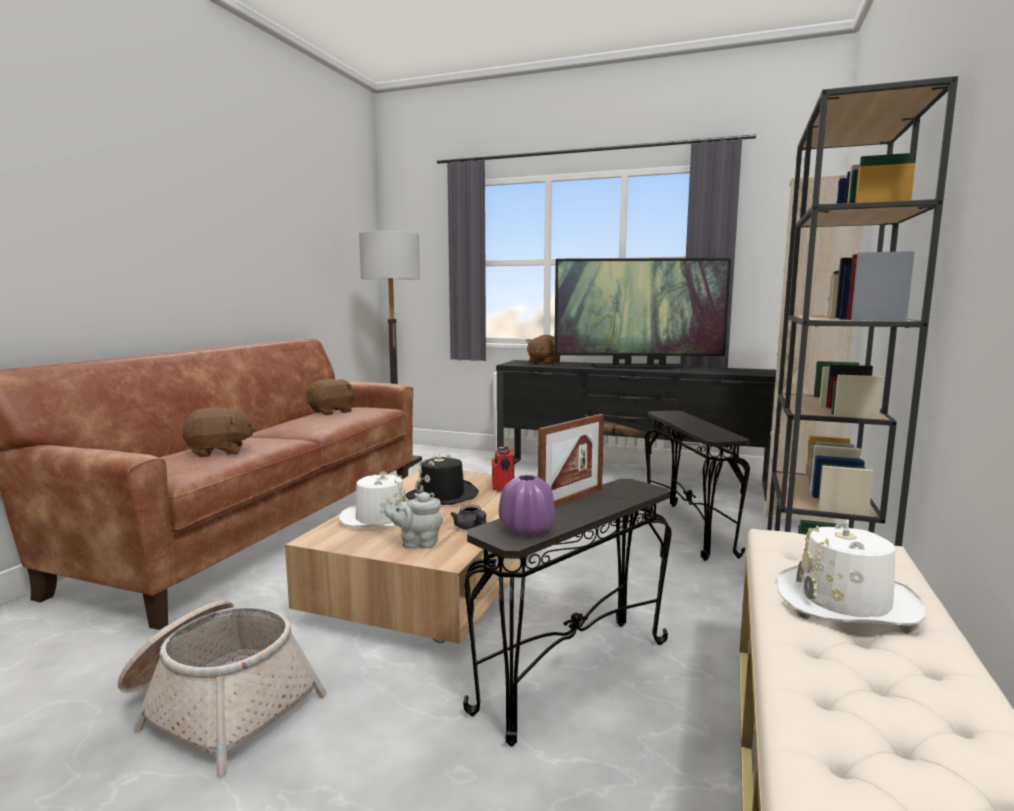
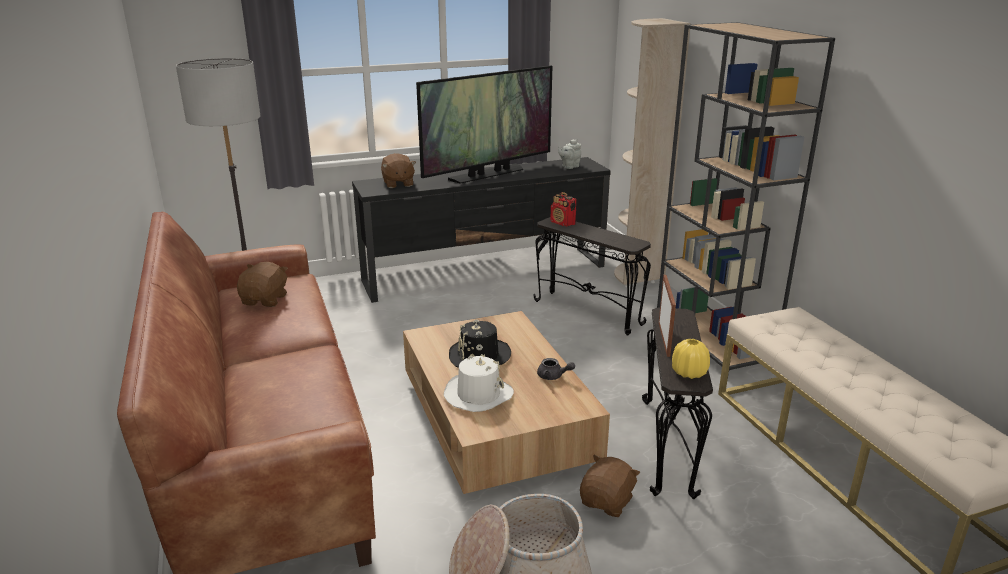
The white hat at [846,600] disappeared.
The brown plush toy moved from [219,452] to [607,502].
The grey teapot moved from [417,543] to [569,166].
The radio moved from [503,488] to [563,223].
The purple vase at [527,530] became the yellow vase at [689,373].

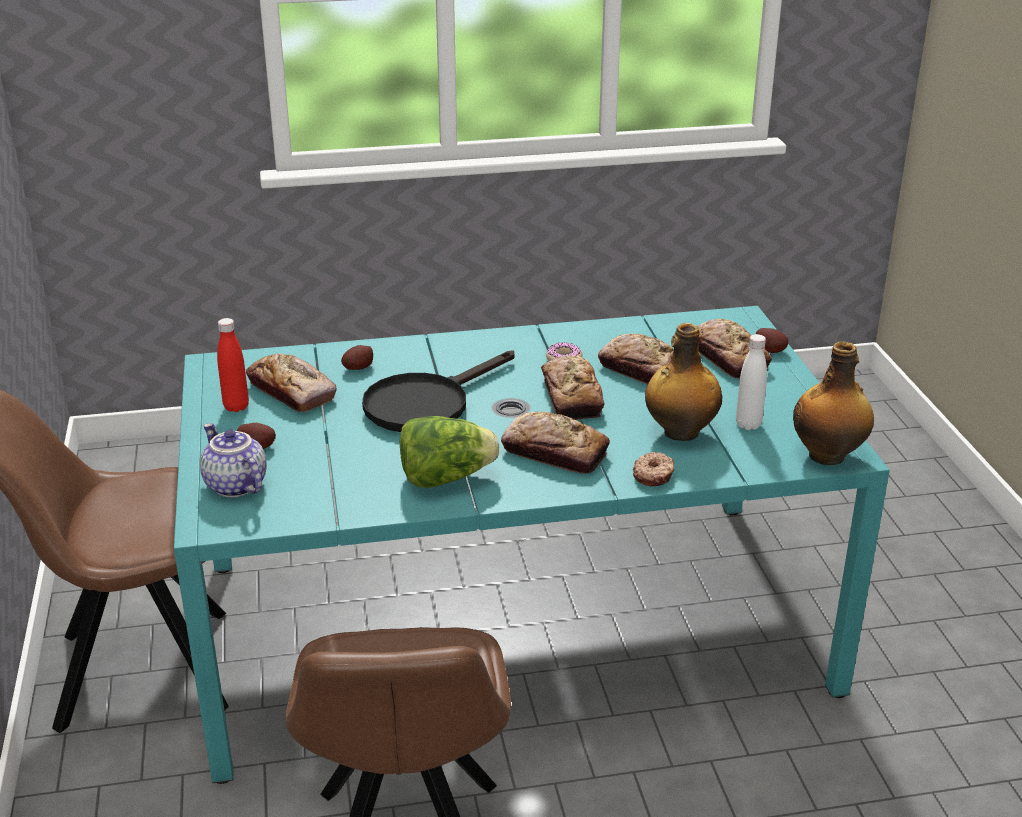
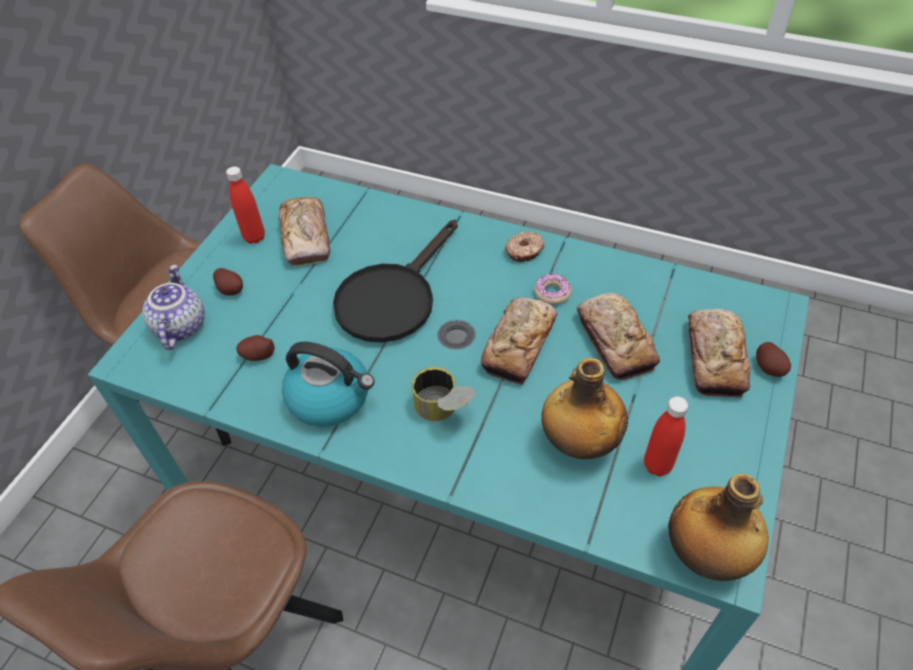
The potato moved from [358,368] to [258,355].
The donut moved from [654,475] to [525,251].
The lettuce at [445,478] was replaced by the kettle at [331,397].
The bread at [554,452] was replaced by the can at [444,411].
The white bottle at [748,424] became the red bottle at [657,465].
The black frying pan at [426,403] turned 45 degrees counterclockwise.

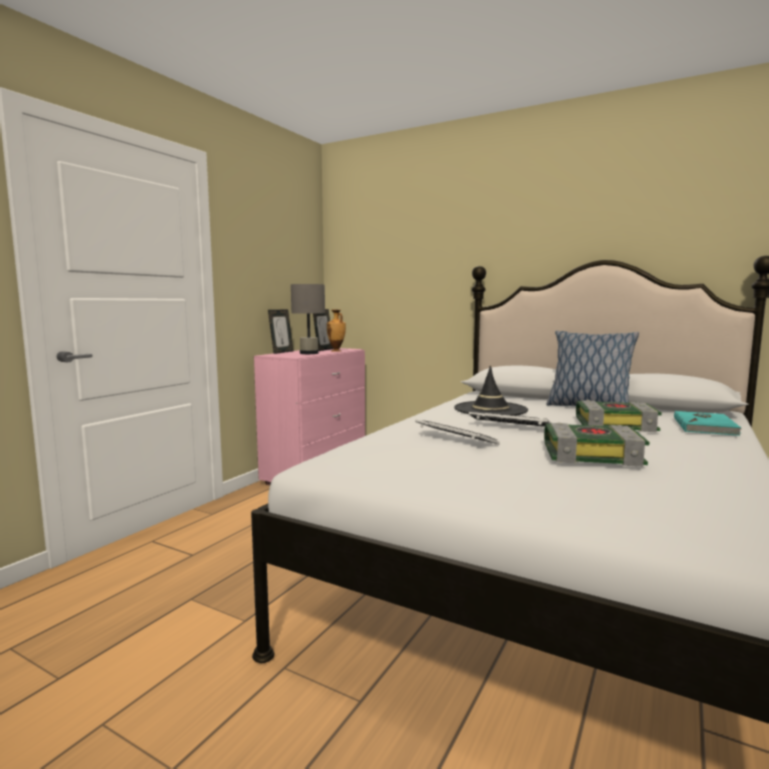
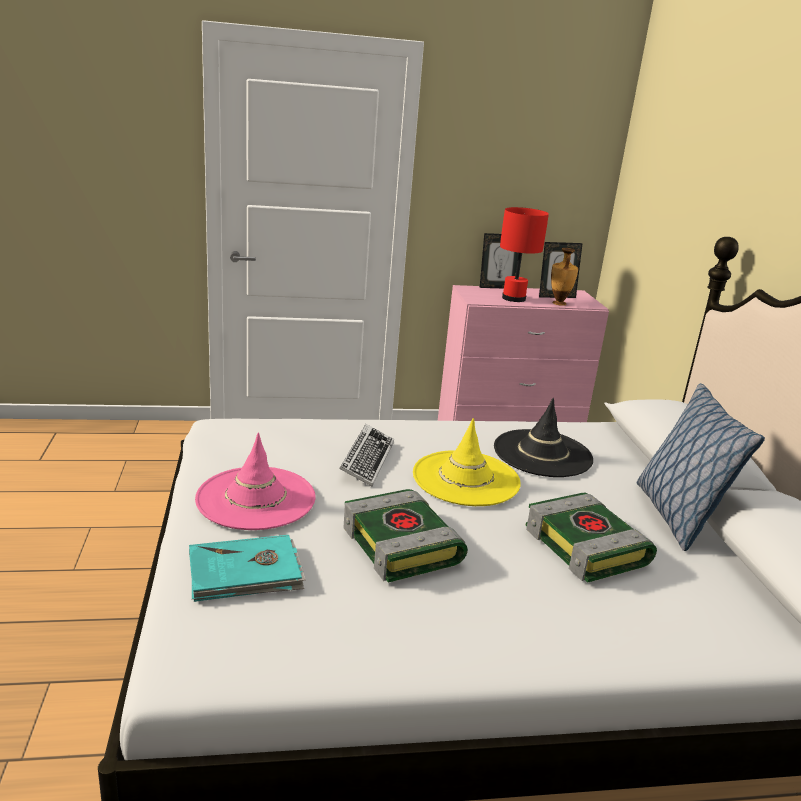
The pink hat at [255,498] appeared.
The turquoise book moved from [706,426] to [245,573].
The keyboard at [509,426] was replaced by the yellow hat at [466,478].
The grey table lamp at [308,353] became the red table lamp at [513,298].

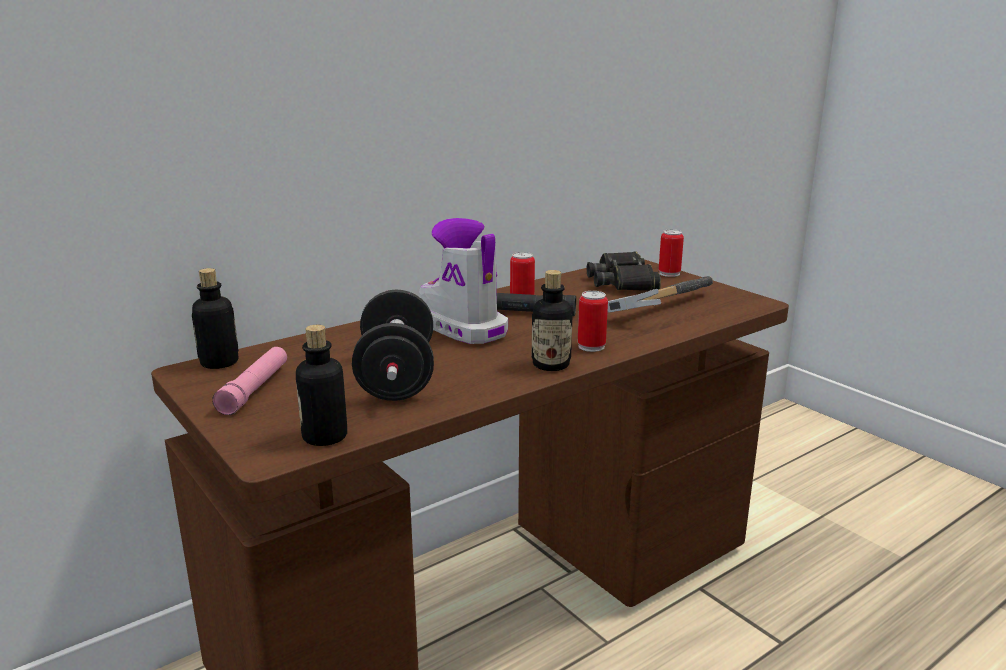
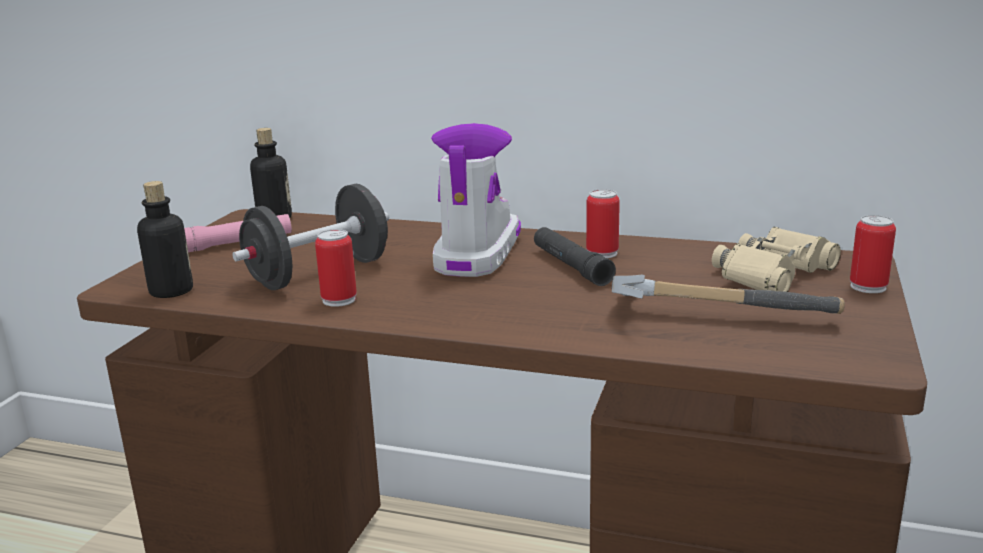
The bottle at [551,365] disappeared.
The can moved from [591,346] to [339,299].
The black binoculars at [623,281] became the beige binoculars at [773,274].

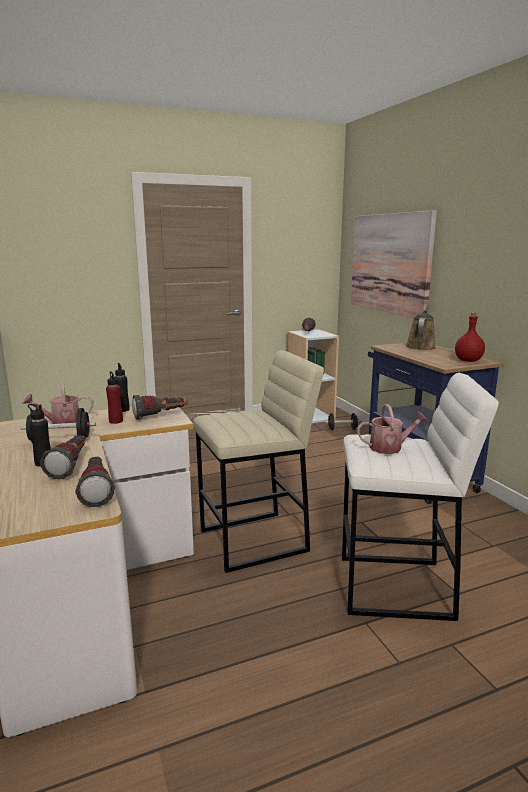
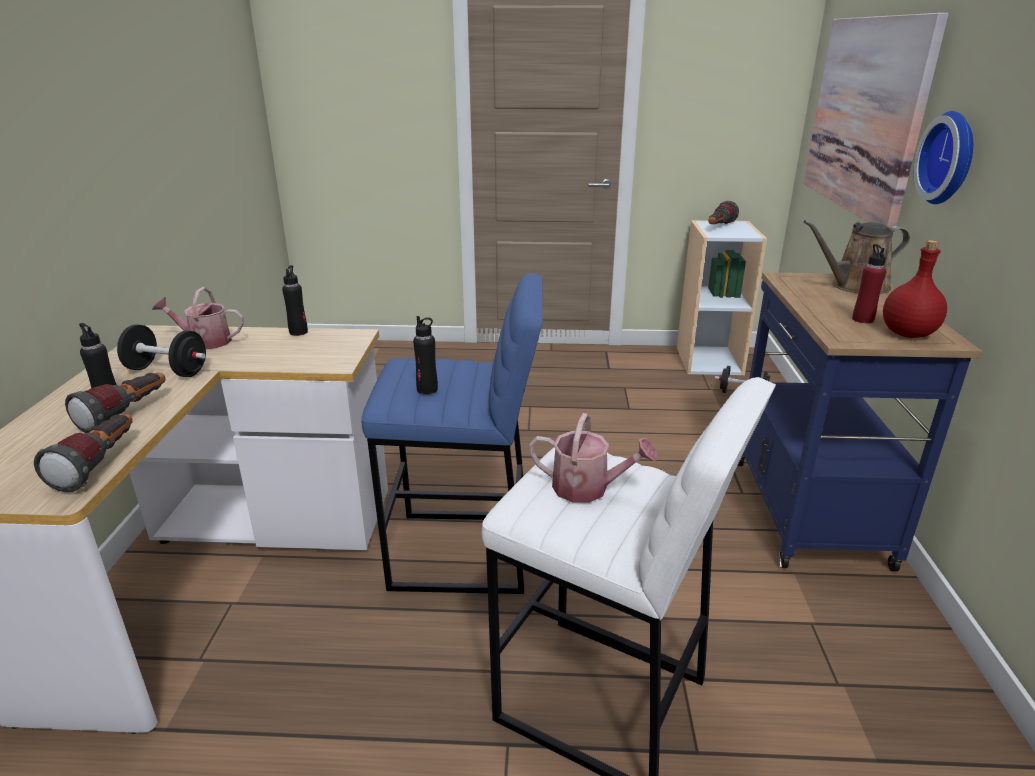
The flashlight at [160,416] disappeared.
The black bottle at [427,389] appeared.
The wall clock at [951,158] appeared.
The red bottle moved from [116,421] to [862,319].
The beige stool at [256,540] became the blue stool at [466,551].
The brown watering can at [420,346] turned 150 degrees counterclockwise.

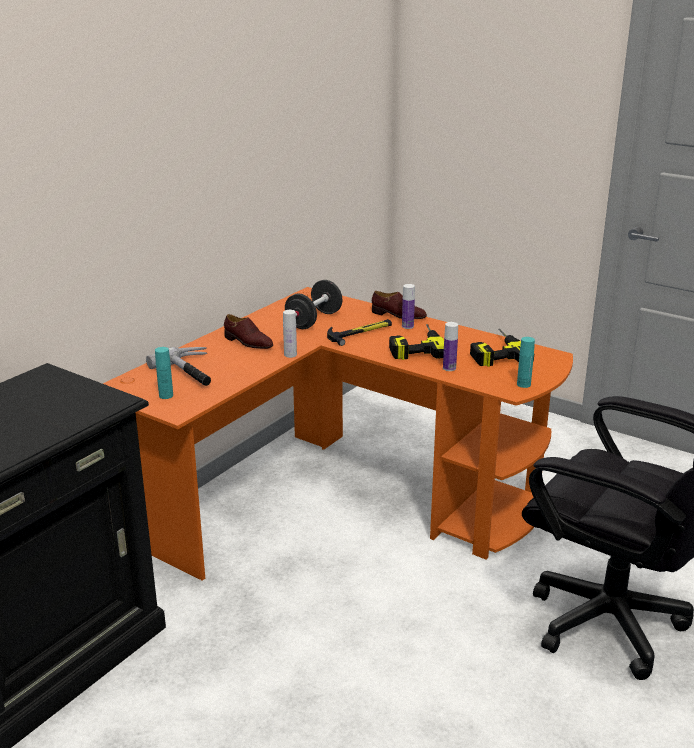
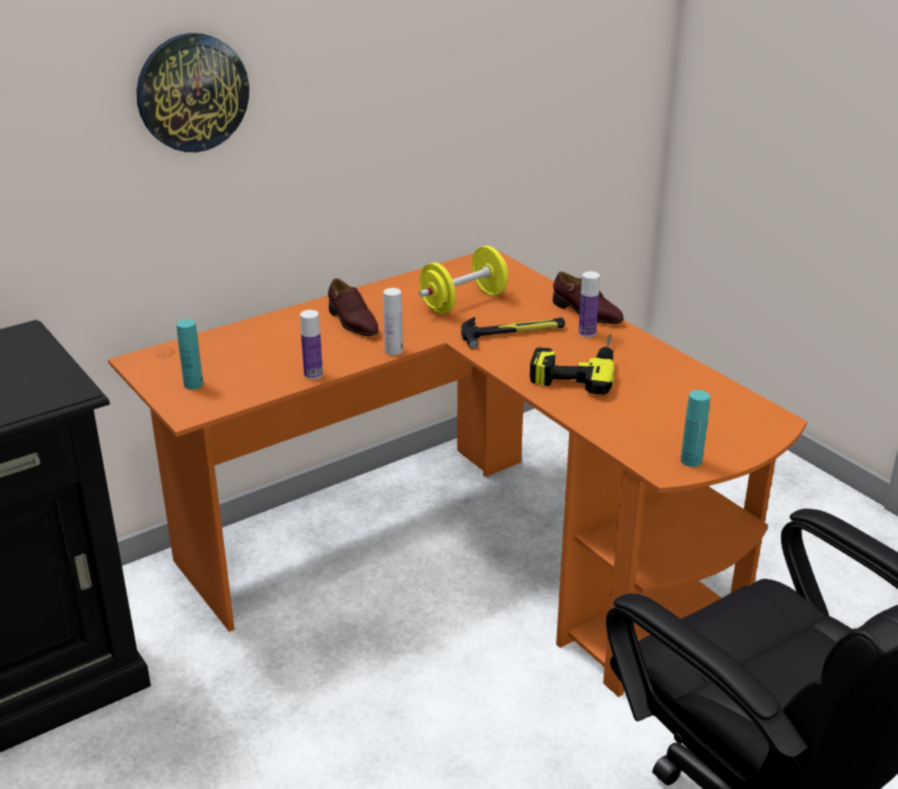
The hammer at [192,372] disappeared.
The power drill at [494,352] disappeared.
The wall clock at [192,92] appeared.
The bottle moved from [449,368] to [313,374].
The black dumbbell at [314,320] became the yellow dumbbell at [463,302].

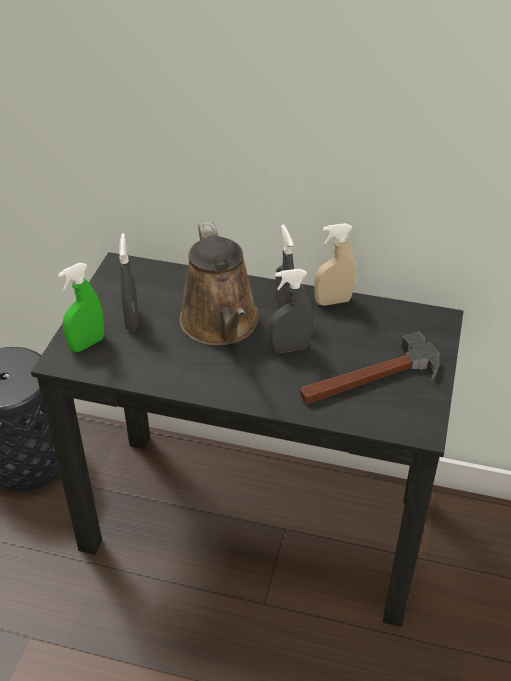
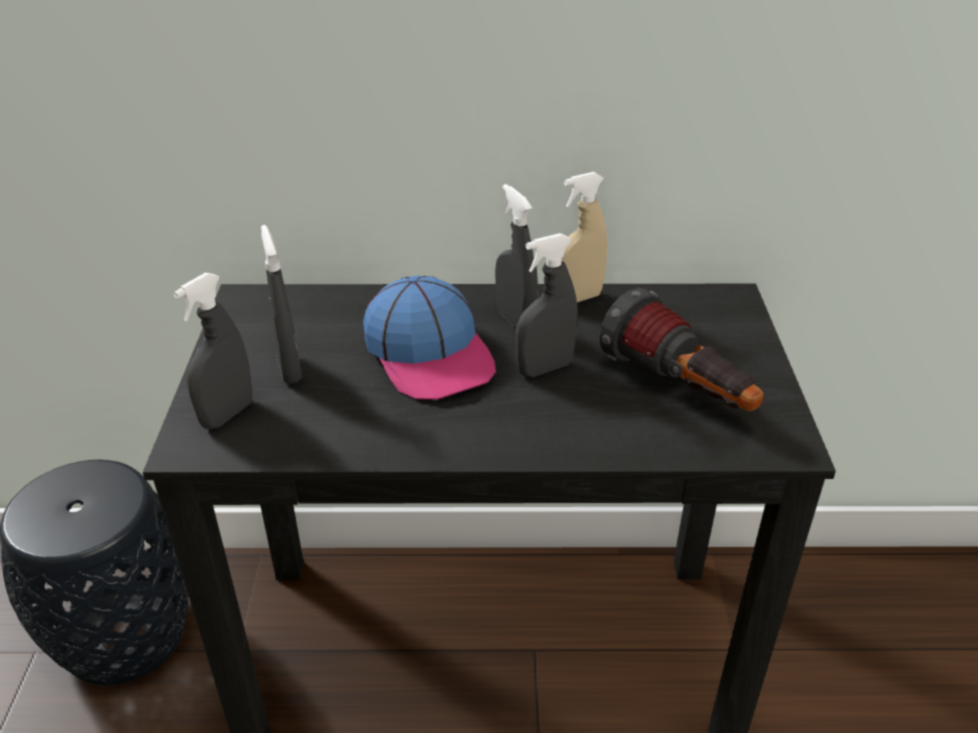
The brown watering can at [221,325] was replaced by the cap at [430,353].
The hammer at [370,379] was replaced by the flashlight at [679,390].
The green spray bottle at [87,344] became the grey spray bottle at [227,414].

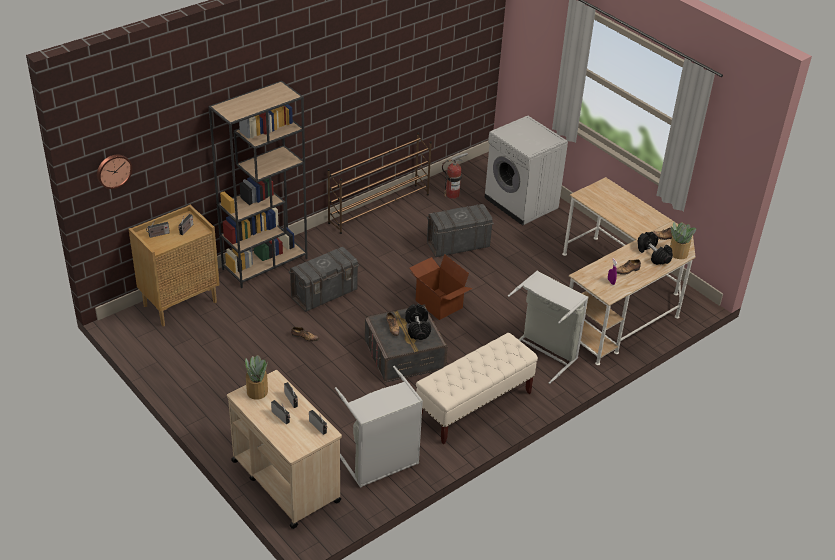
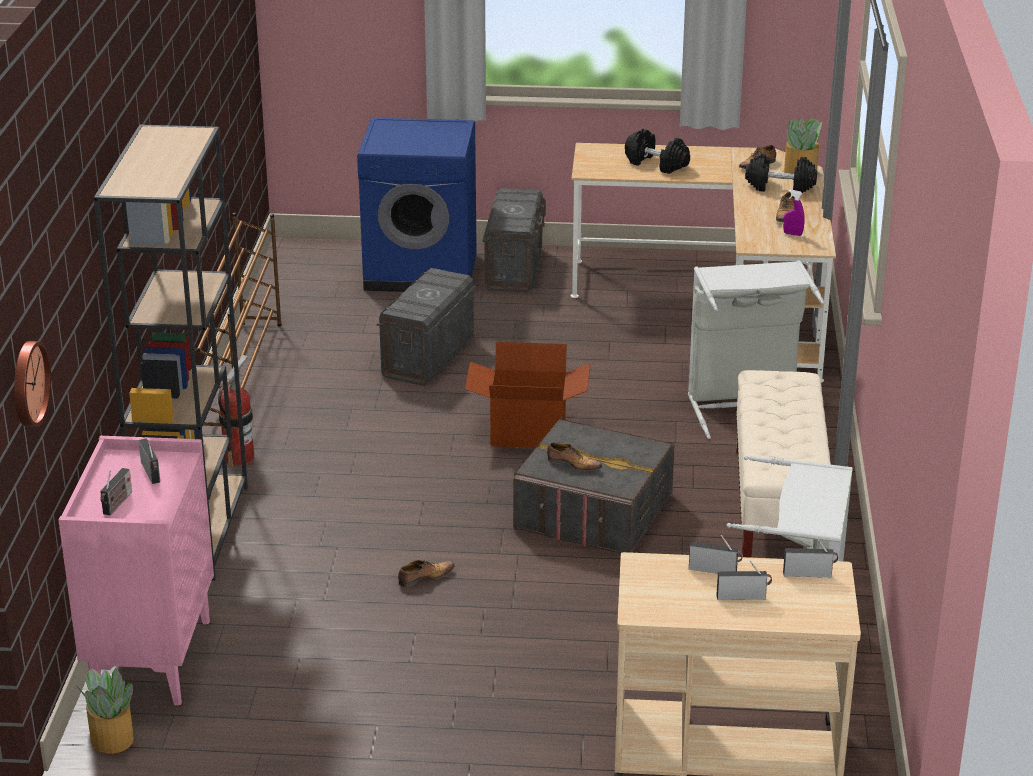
The potted plant moved from [257,391] to [112,740].
The grey storage box moved from [324,294] to [514,268].
The black dumbbell moved from [418,328] to [657,164].
The fire extinguisher moved from [452,194] to [239,458].
The brown cabinet at [180,303] became the pink cabinet at [153,658].
The white washing machine at [520,204] became the blue washing machine at [421,273].

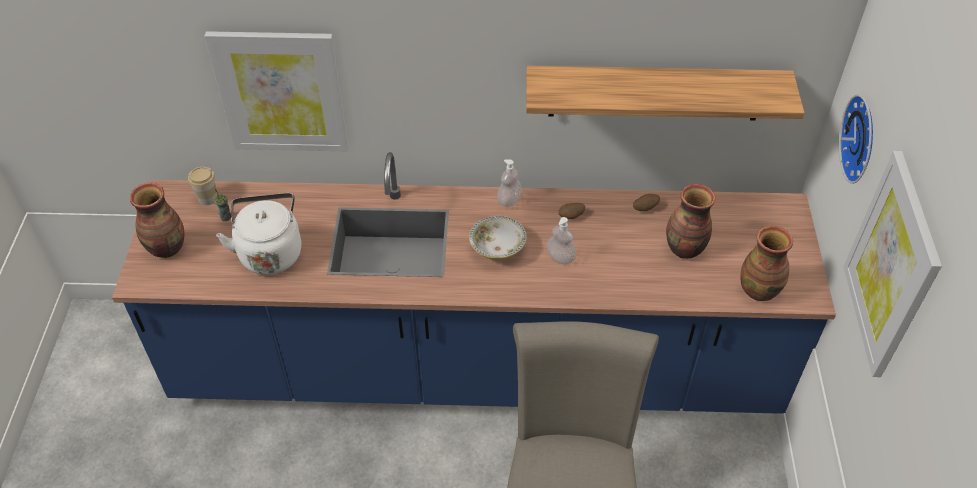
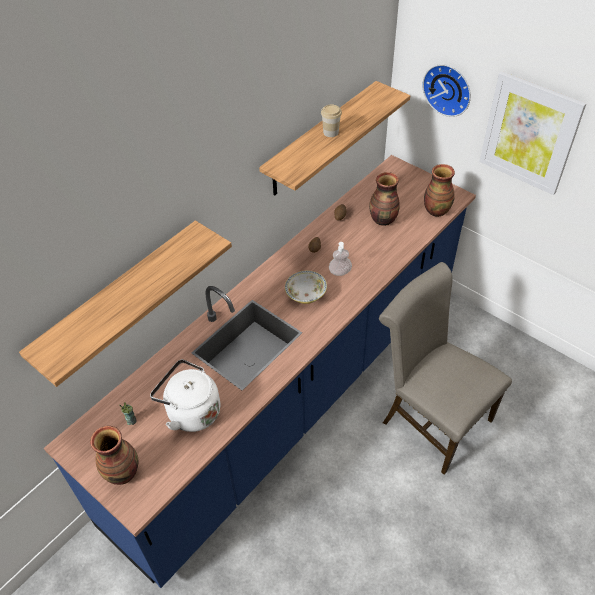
The soap dispenser at [509,200] disappeared.
The cup moved from [207,198] to [331,132].
The picture at [281,92] was replaced by the shelf at [120,298].

